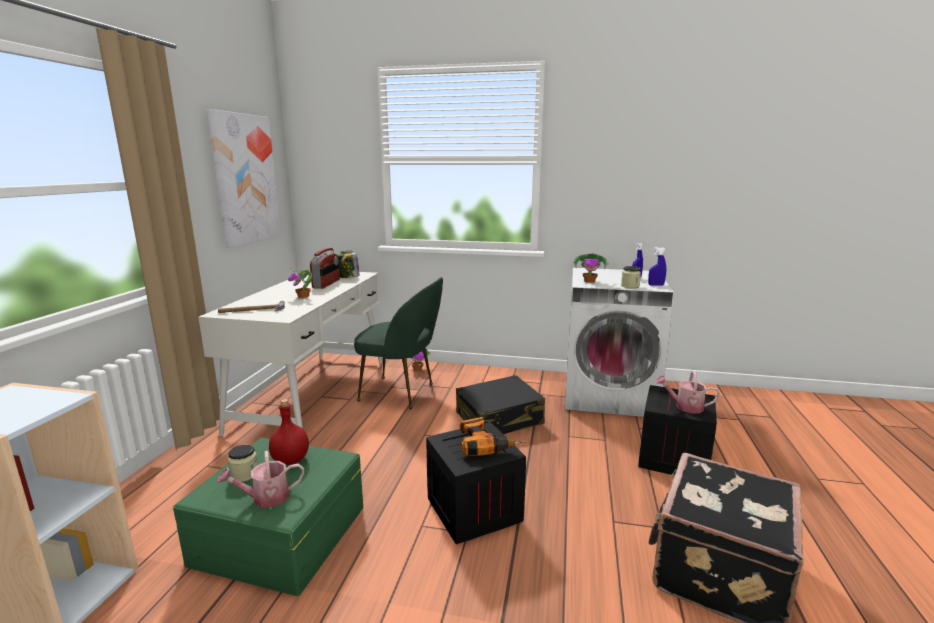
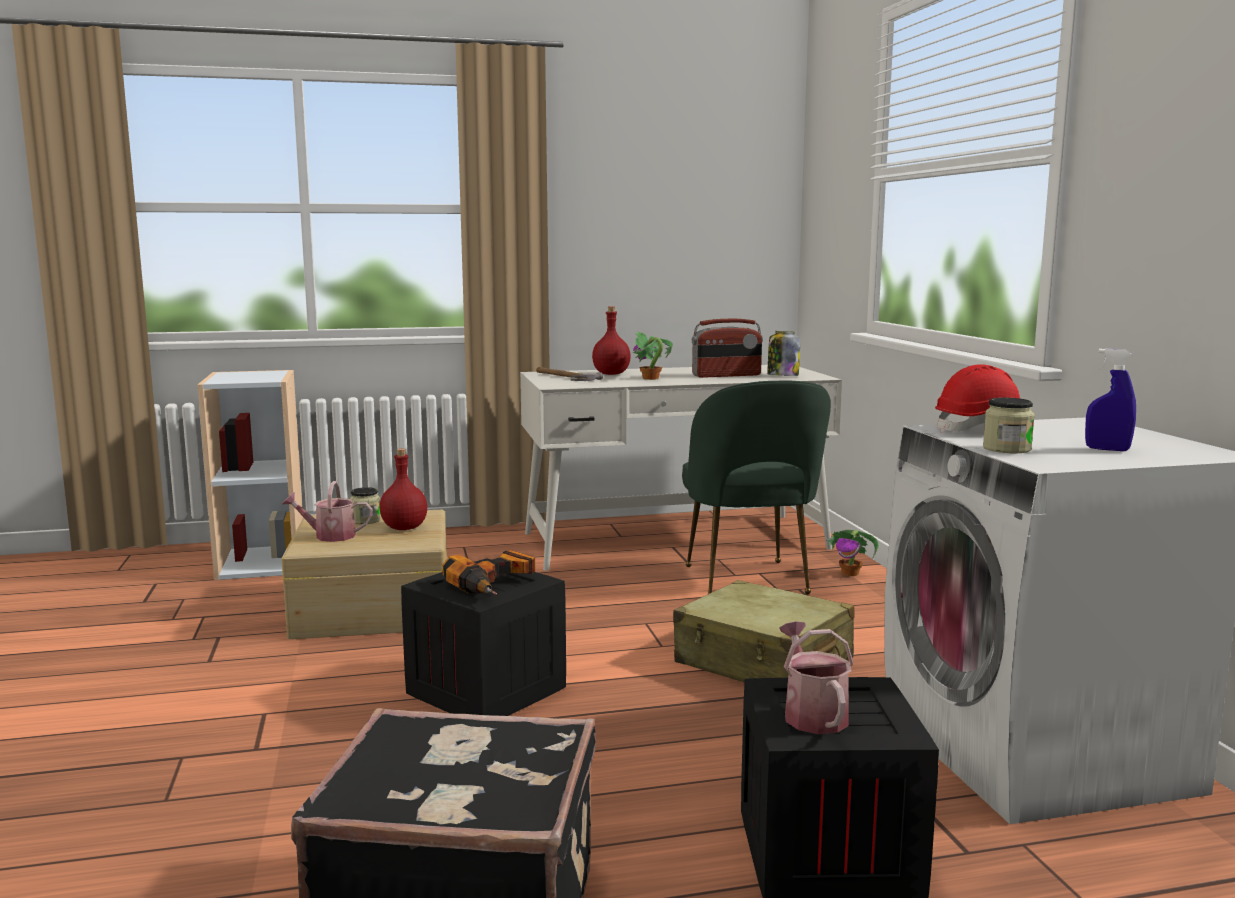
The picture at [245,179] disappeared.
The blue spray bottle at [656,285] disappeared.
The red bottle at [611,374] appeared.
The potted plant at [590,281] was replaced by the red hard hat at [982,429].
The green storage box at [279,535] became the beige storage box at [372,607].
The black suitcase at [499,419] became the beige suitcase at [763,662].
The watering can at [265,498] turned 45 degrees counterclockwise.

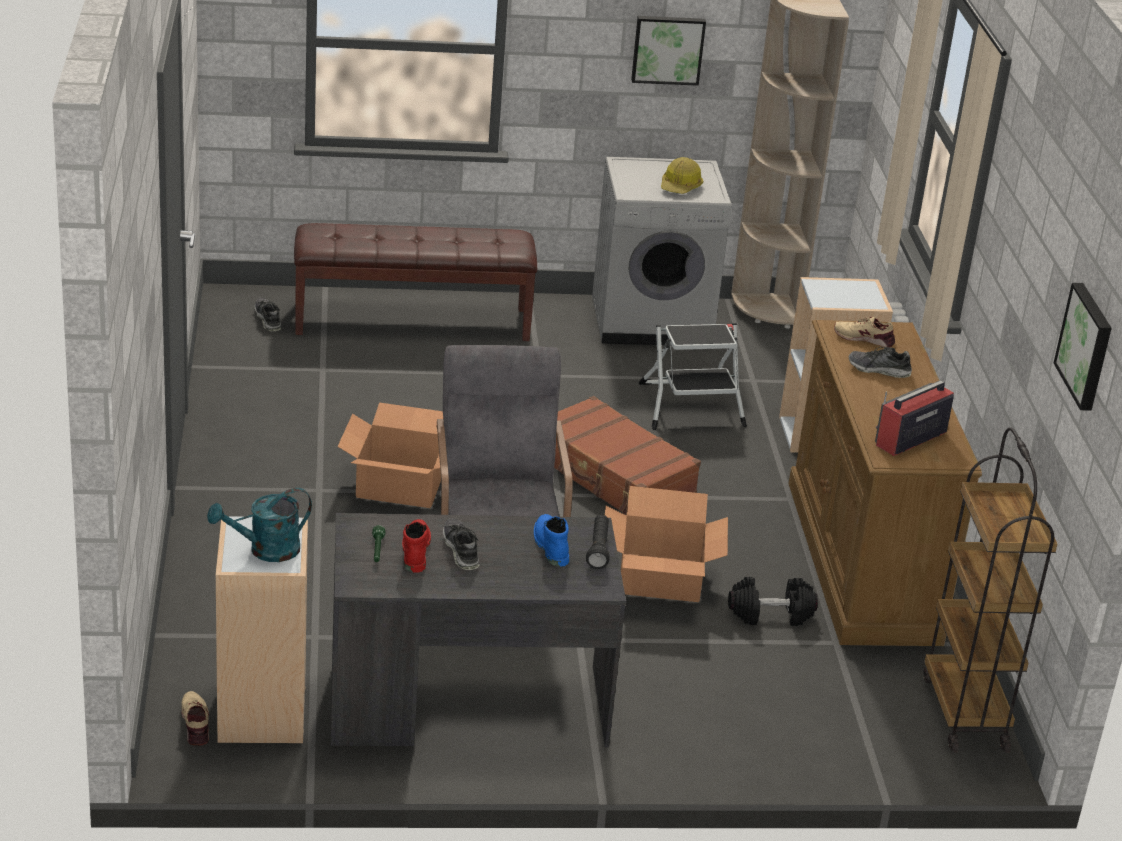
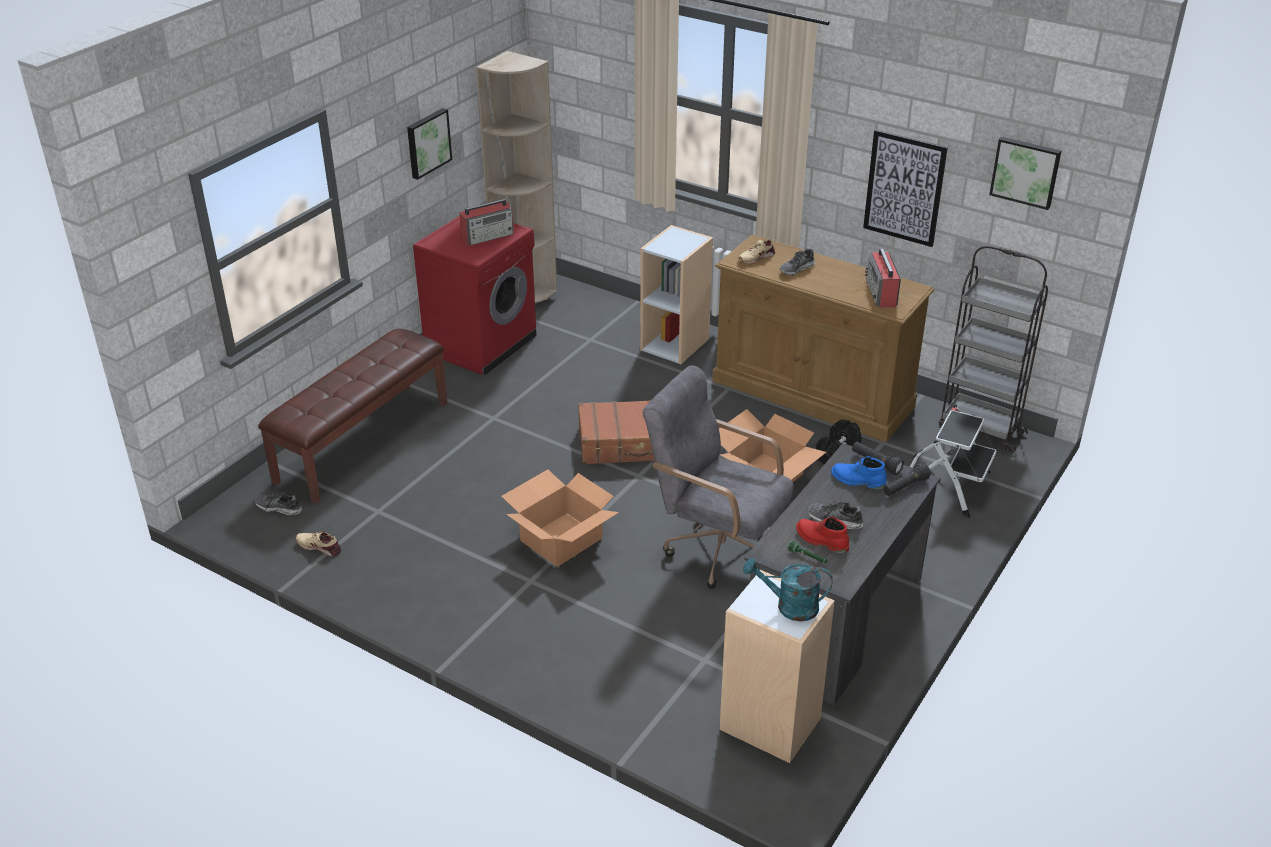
The picture at [904,188] appeared.
The black flashlight at [905,487] appeared.
The beige shoe moved from [196,723] to [319,546].
The step ladder moved from [689,405] to [944,484].
The hard hat at [680,187] was replaced by the radio at [488,236].
The white washing machine at [652,323] became the red washing machine at [483,345].
The brown cart at [965,713] became the grey cart at [980,430].
The turquoise watering can at [265,551] turned 90 degrees clockwise.

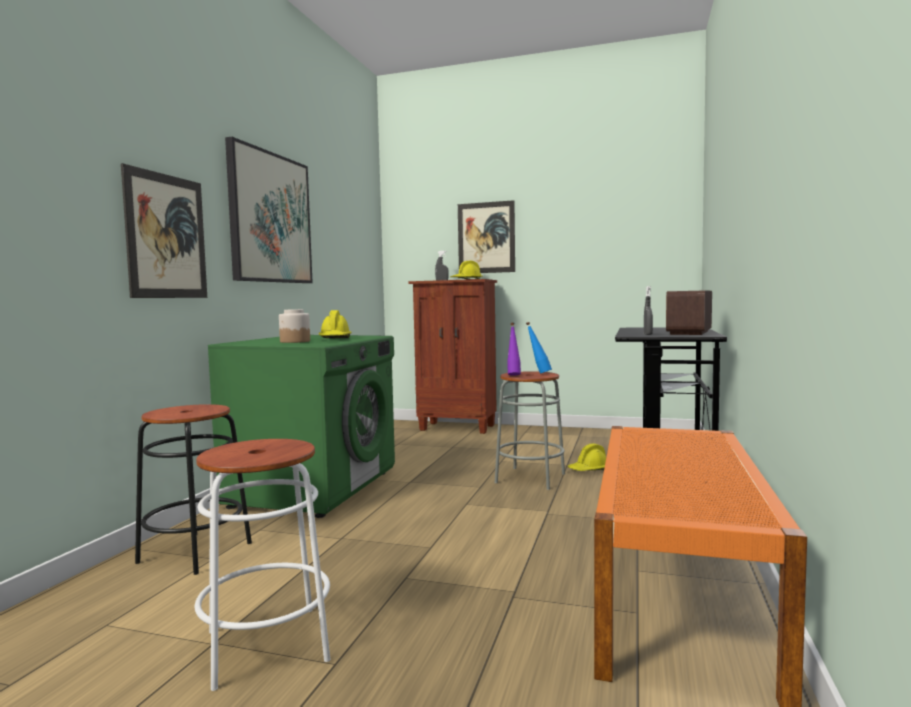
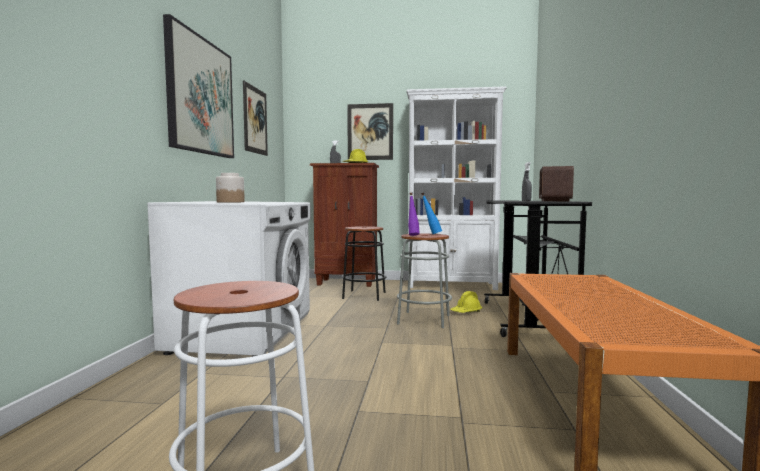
The yellow hard hat at [335,339] disappeared.
The white bookcase at [452,285] appeared.
The picture moved from [166,236] to [255,120].
The black stool moved from [195,552] to [364,295].
The green washing machine at [317,489] became the white washing machine at [245,334].

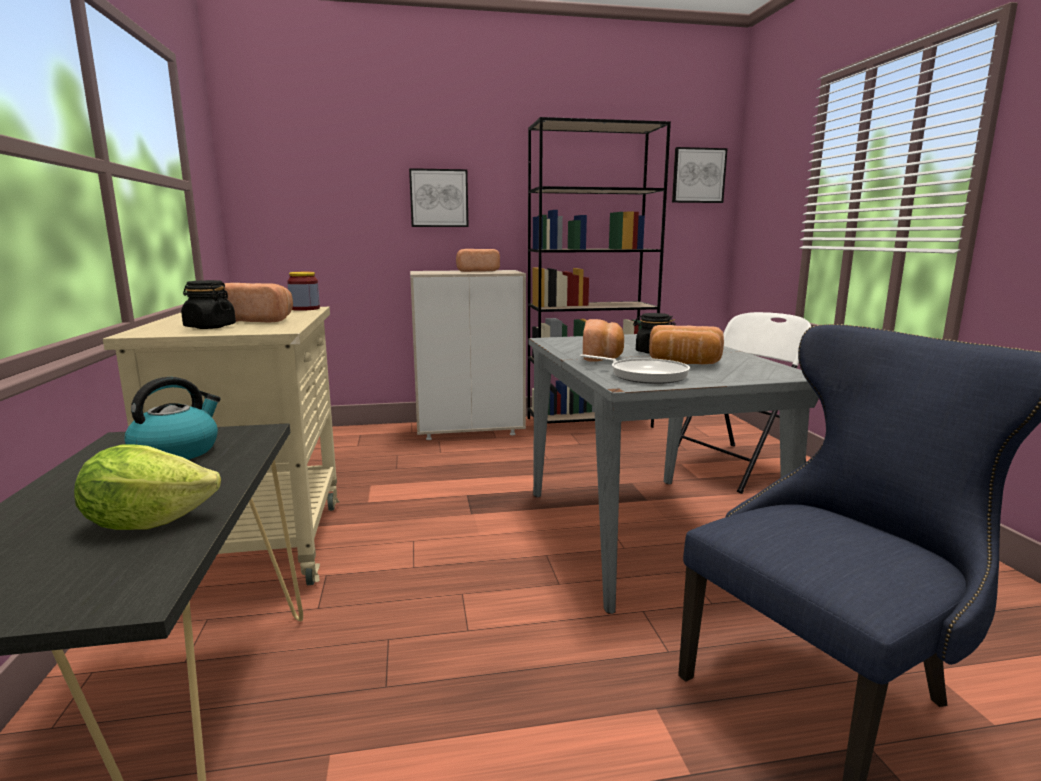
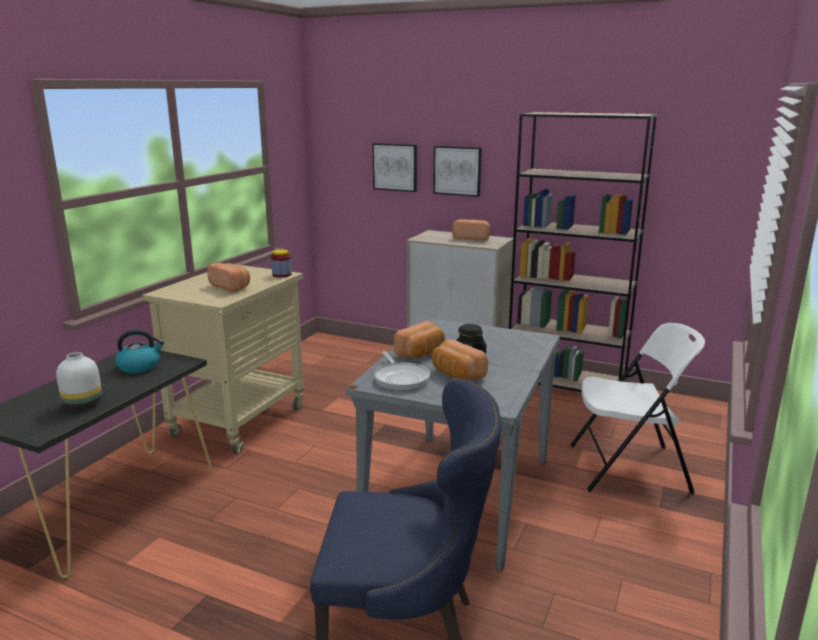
The black jar at [209,327] disappeared.
The picture moved from [698,175] to [395,167].
The lettuce at [148,521] was replaced by the white vase at [83,403].

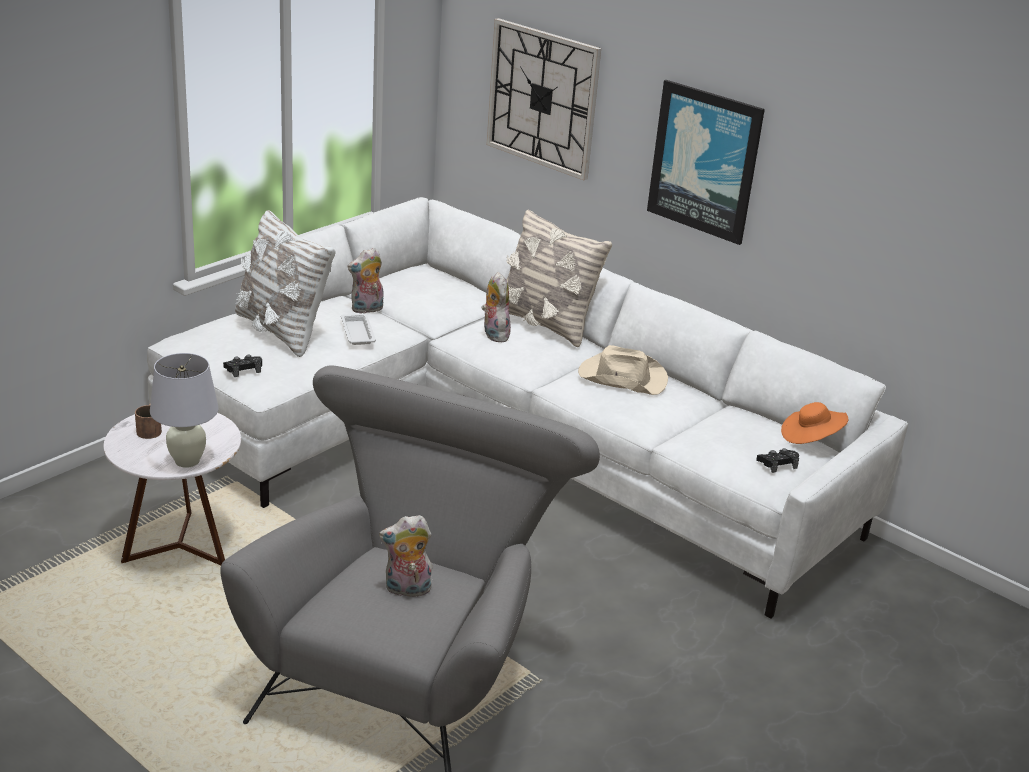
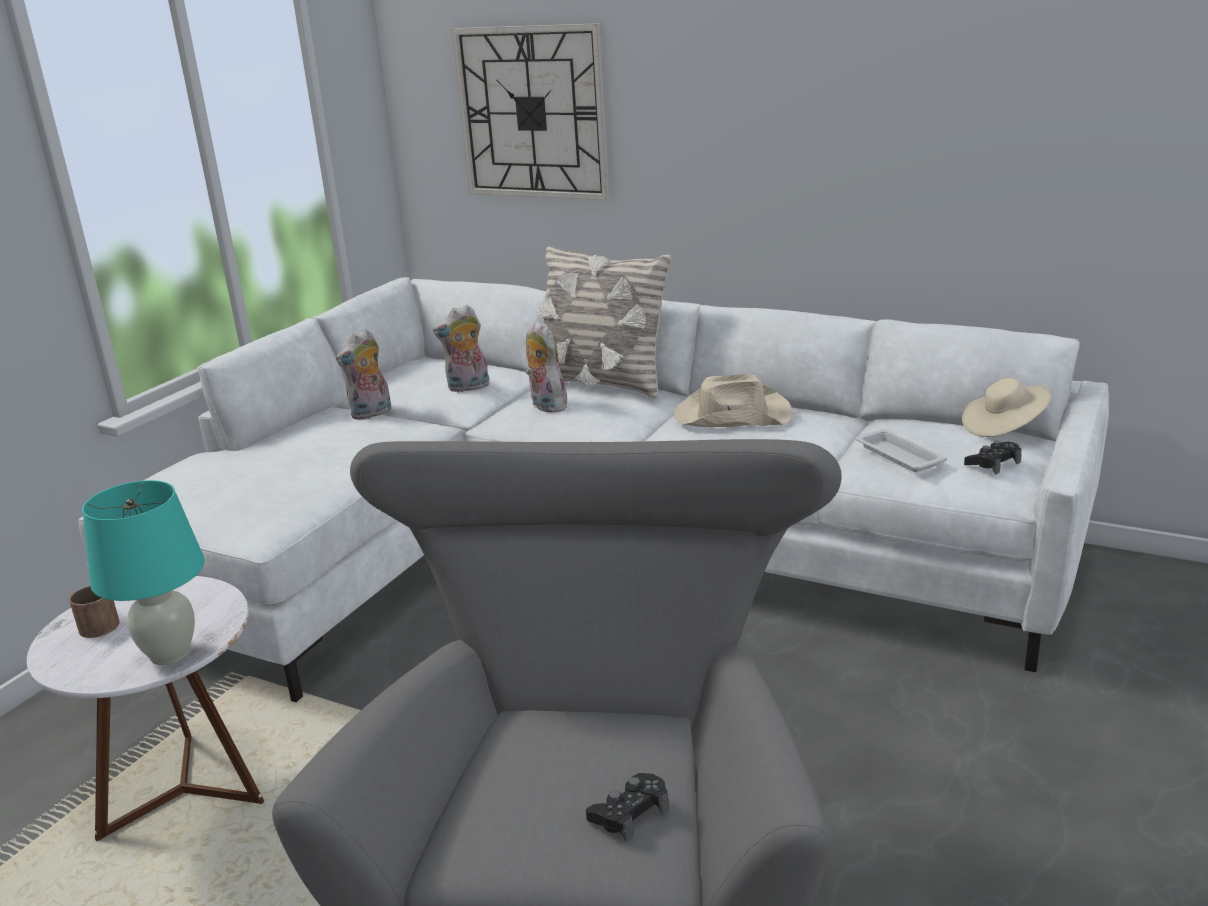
The white pillow at [281,331] disappeared.
The picture at [705,161] disappeared.
The black game controller moved from [243,369] to [629,813].
The white tray moved from [357,332] to [897,455].
The plush toy moved from [407,590] to [468,387].
The white table lamp at [187,461] became the turquoise table lamp at [170,654].
The orange hat at [810,437] became the beige hat at [1003,427].

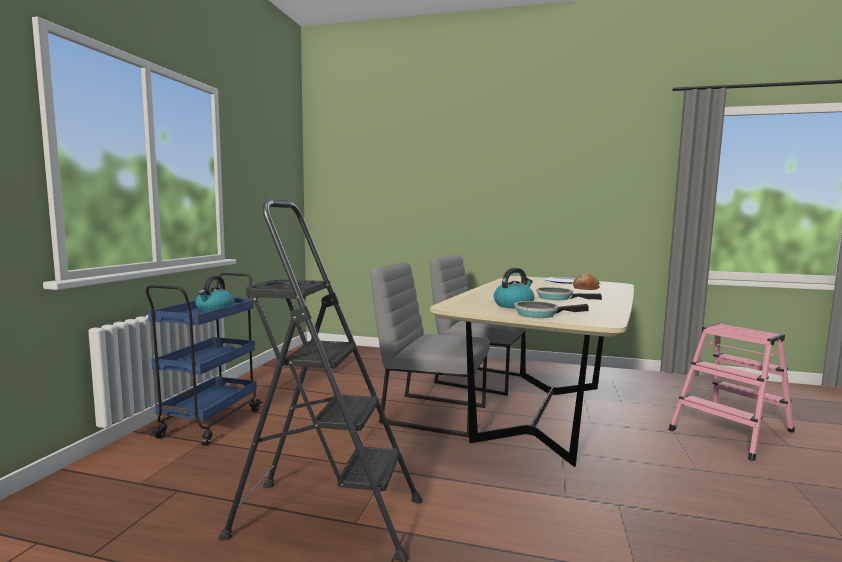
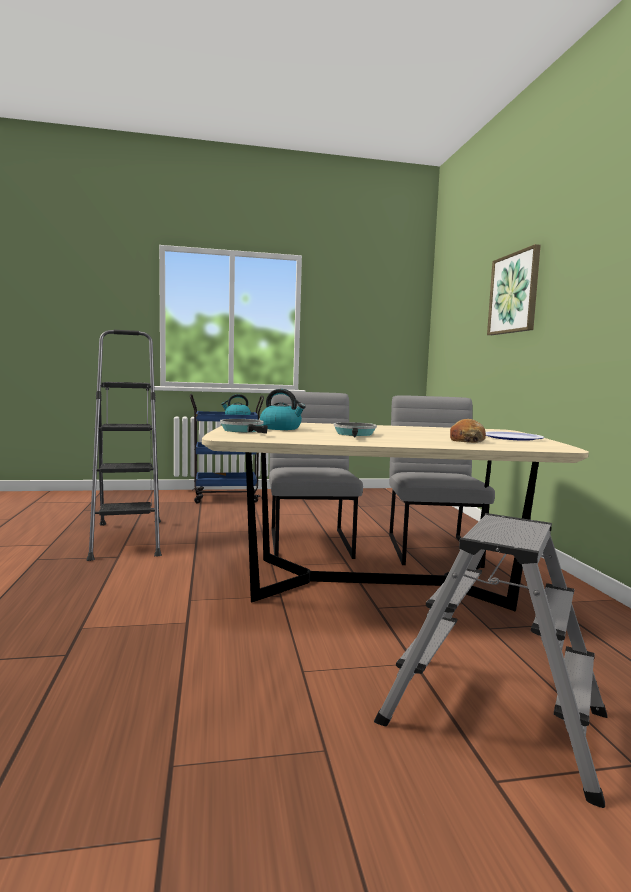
The picture at [514,293] appeared.
The pink step ladder at [731,430] became the grey step ladder at [493,718].

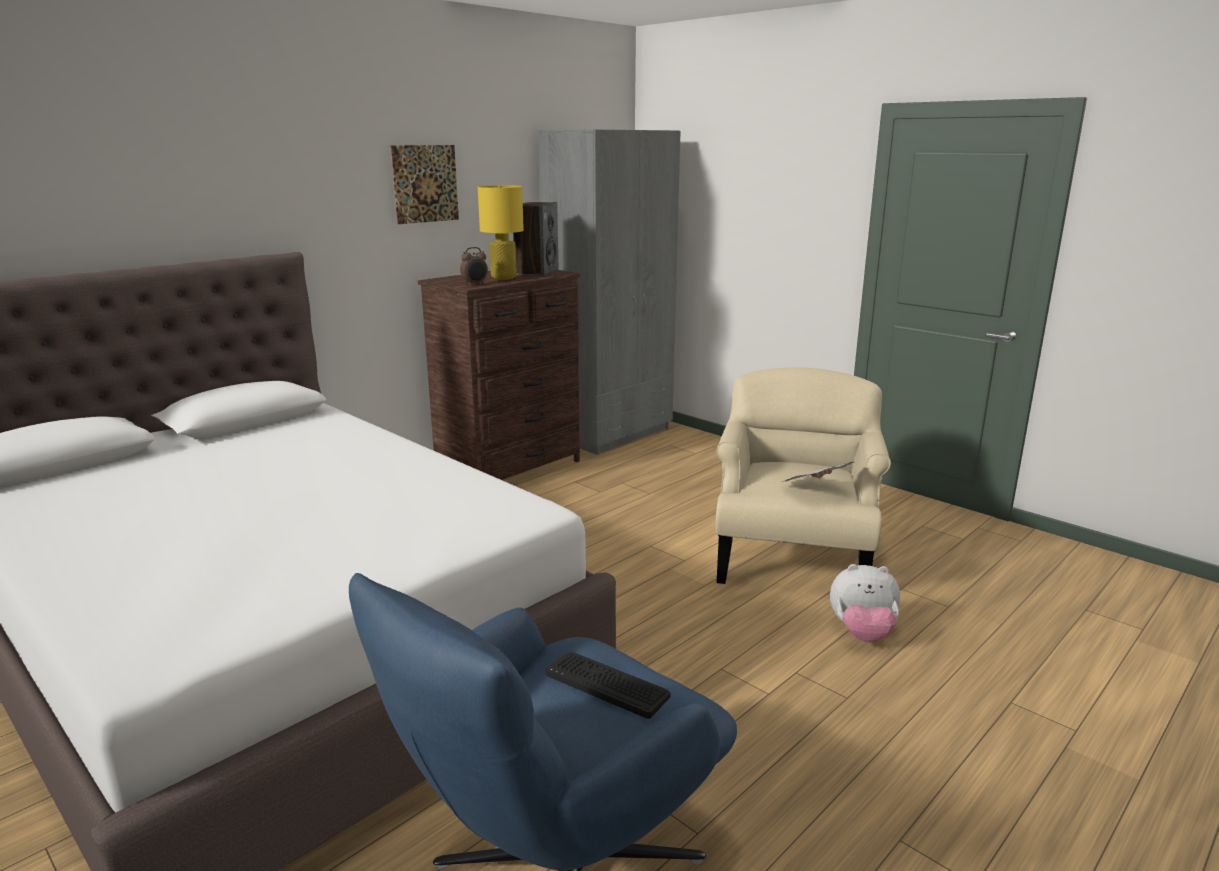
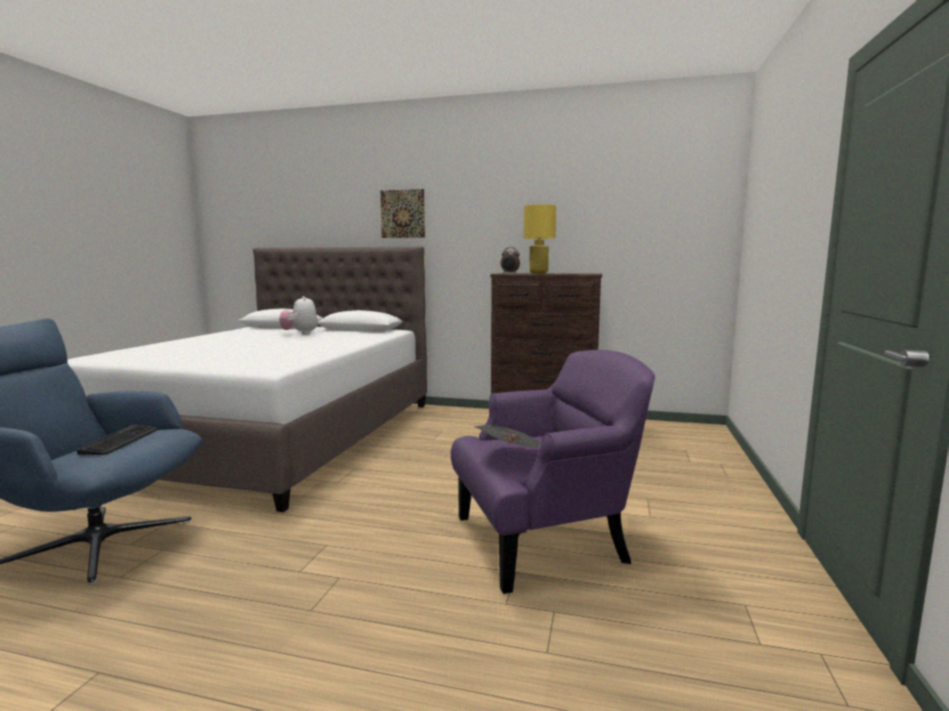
The speaker at [536,272] disappeared.
The grey wardrobe at [612,433] disappeared.
The picture moved from [425,184] to [402,214].
The plush toy moved from [862,633] to [300,333].
The beige armchair at [793,558] became the purple armchair at [545,540].

